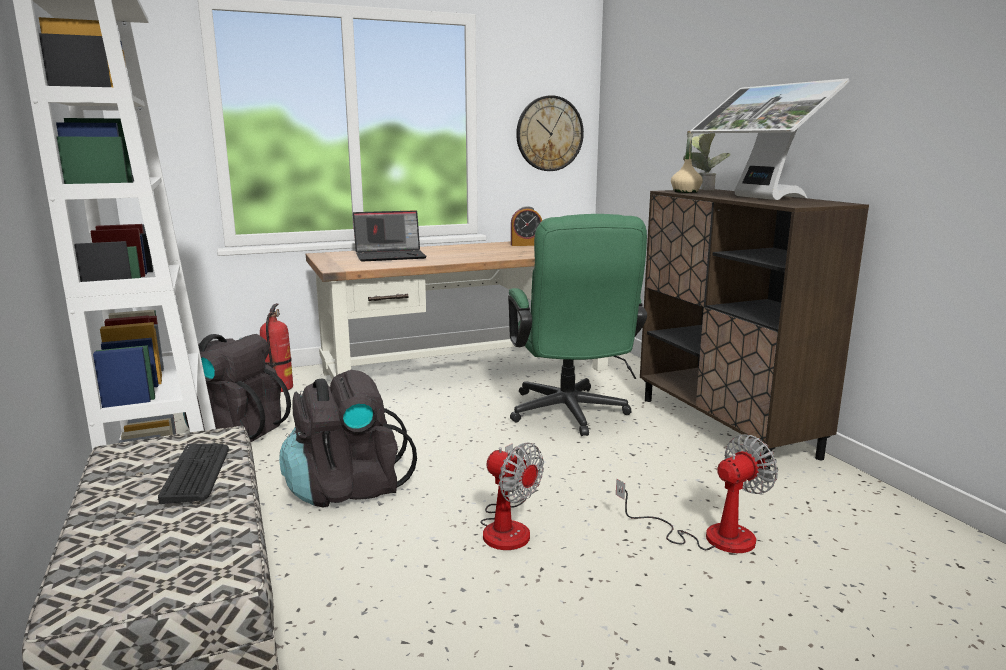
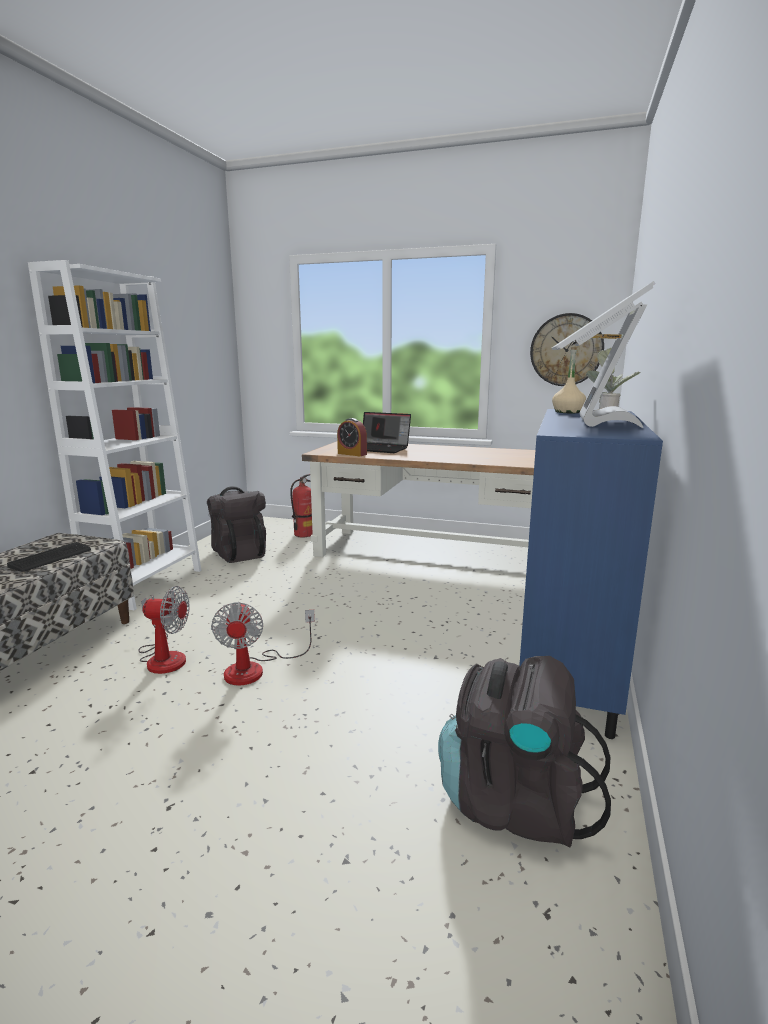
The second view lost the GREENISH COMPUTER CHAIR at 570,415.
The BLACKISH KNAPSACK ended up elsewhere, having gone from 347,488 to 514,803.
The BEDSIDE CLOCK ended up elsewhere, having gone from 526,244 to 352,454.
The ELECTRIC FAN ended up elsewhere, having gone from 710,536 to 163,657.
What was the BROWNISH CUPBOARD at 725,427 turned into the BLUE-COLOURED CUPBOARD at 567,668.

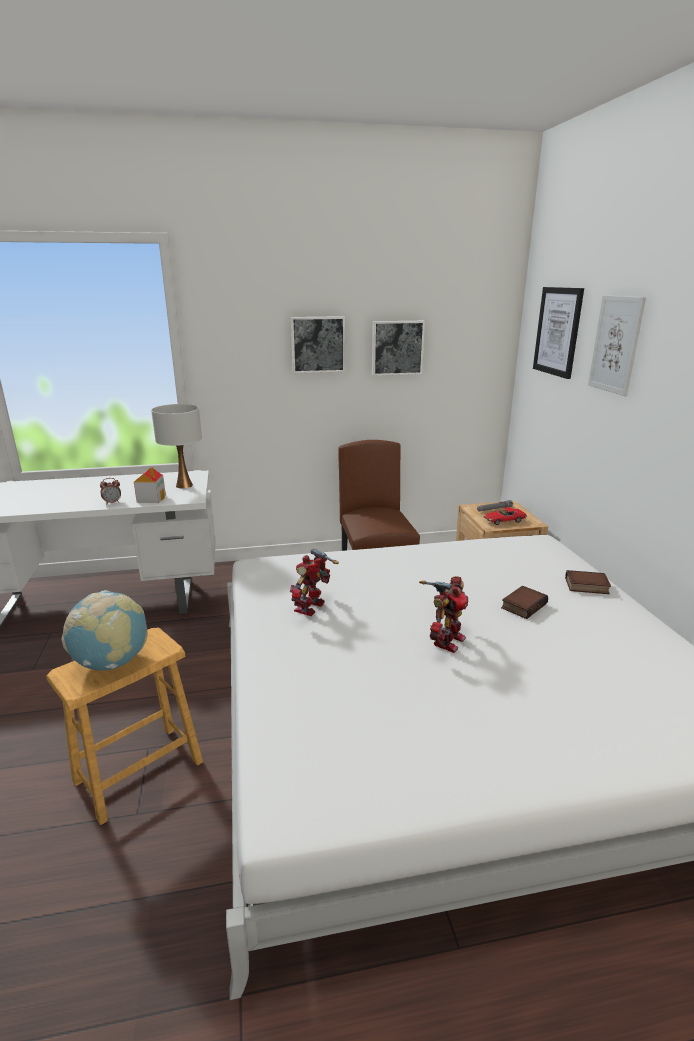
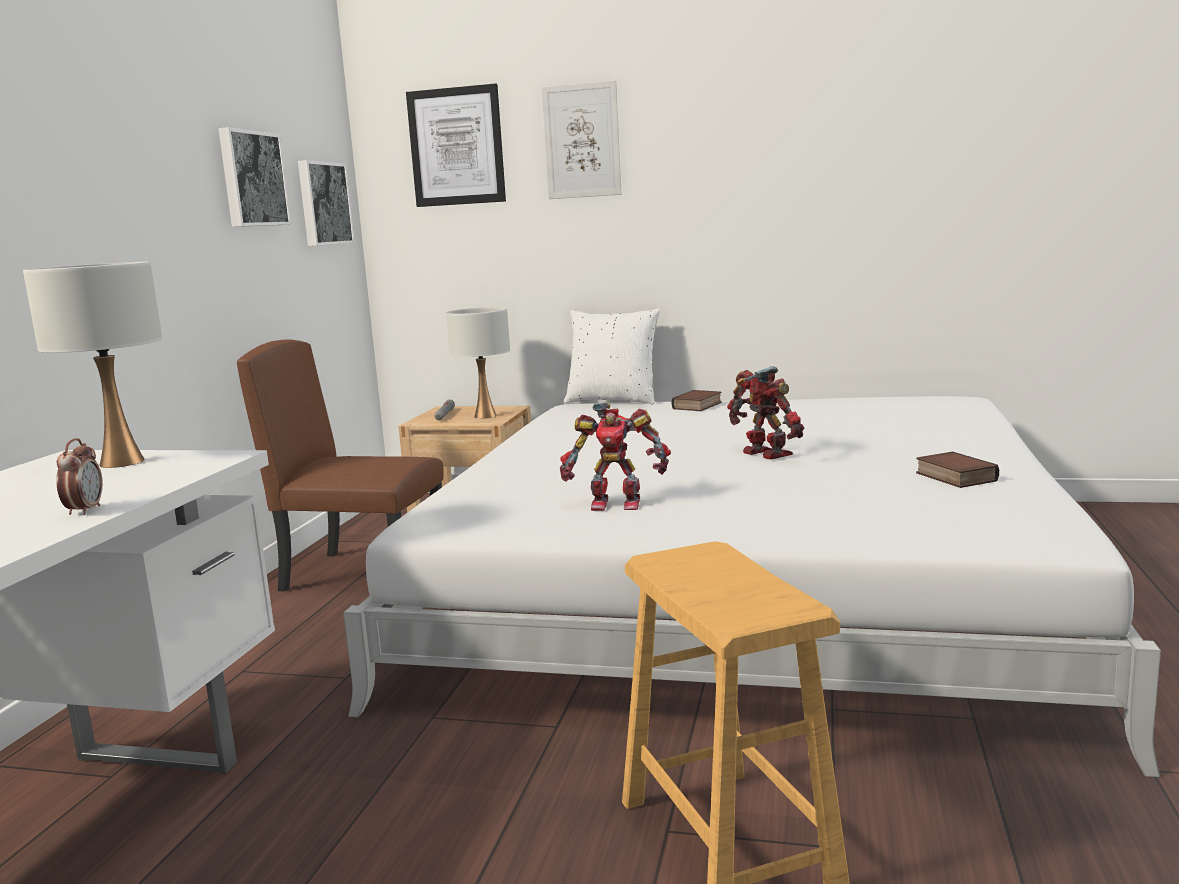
The second view lost the WORLD GLOBE at 112,662.
The second view lost the MINIATURE HOUSE at 151,498.
The second view gained the WHITE-COLOURED CUSHION at 613,400.
The WALL ART ended up elsewhere, having gone from 318,344 to 323,204.
The BOUND BOOK ended up elsewhere, having gone from 523,605 to 953,477.
Where the MINIATURE CAR stood at 504,521, the WHITE-COLOURED TABLETOP LAMP came to stand at 485,416.
The ROBOT FIGURE at 312,607 ended up facing another way, 45 degrees counterclockwise from before.

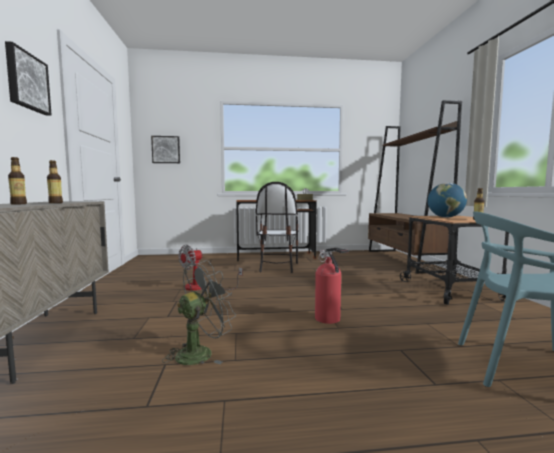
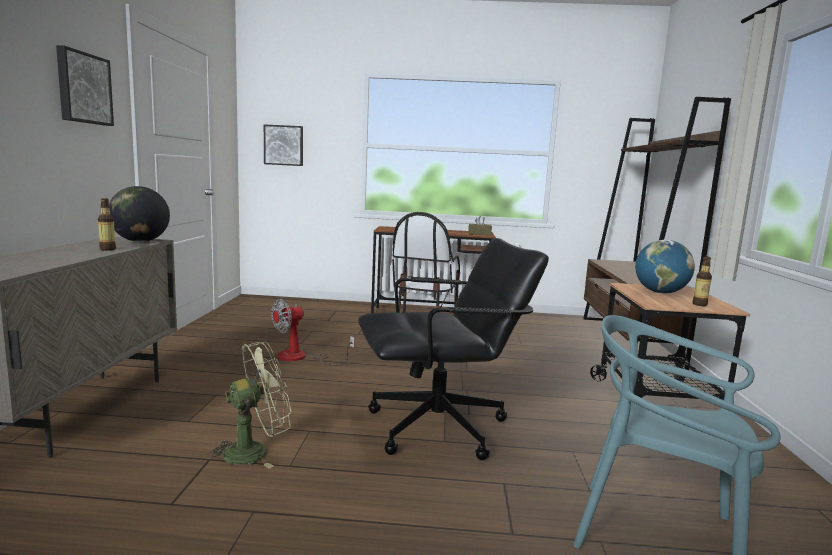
The second view lost the BEVERAGE BOTTLE at 19,204.
The second view gained the WORLD GLOBE at 140,241.
Where the FIRE-FIGHTING CYLINDER stood at 329,319, the BLACKISH COMPUTER CHAIR came to stand at 439,428.
What was the GRAY ELECTRIC FAN at 200,352 turned into the GREENISH ELECTRIC FAN at 255,451.

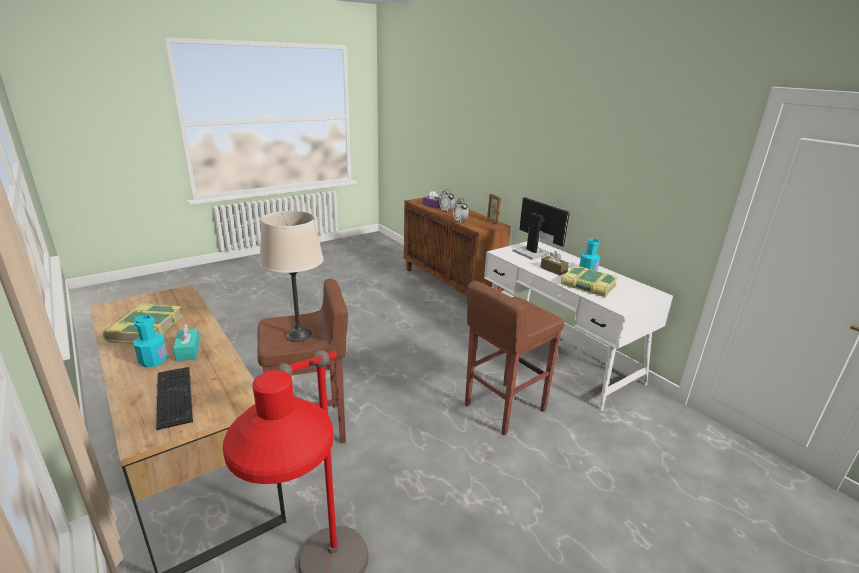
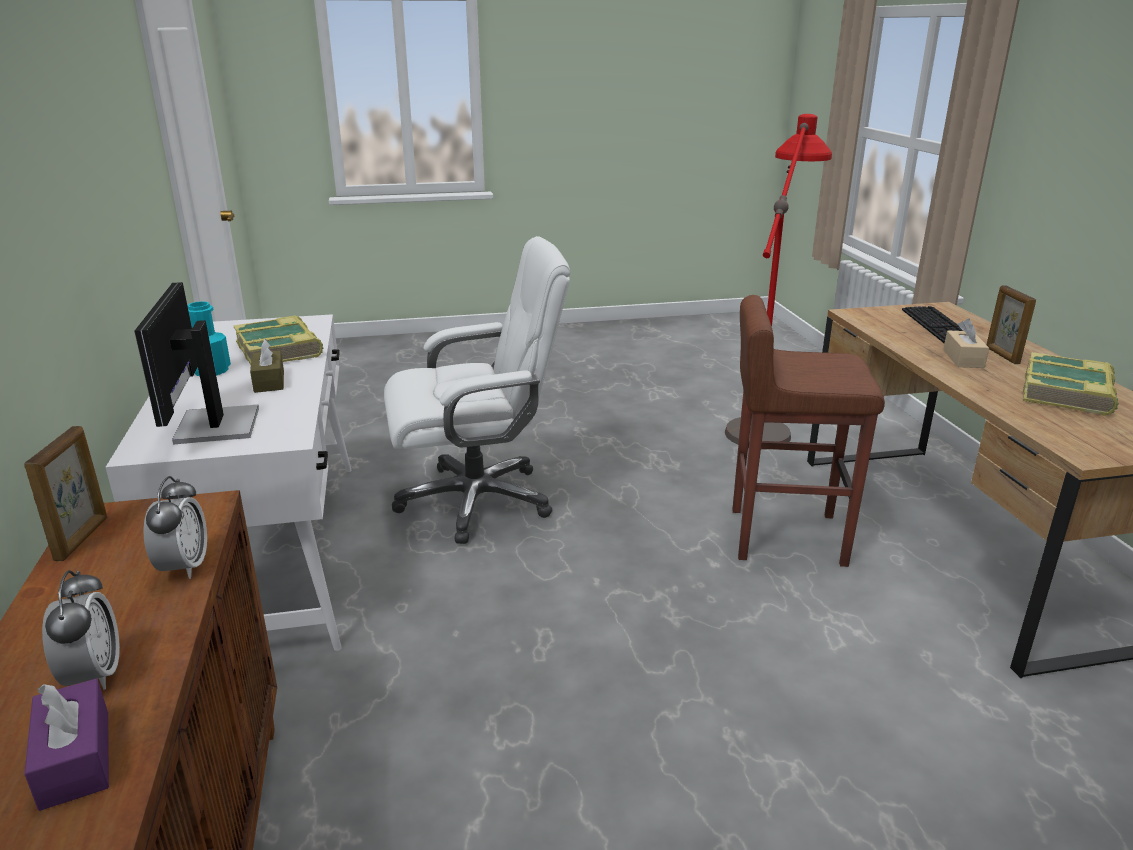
The second view lost the SAND-COLOURED TABLETOP LAMP at 298,335.
Where the TURQUOISE BEVERAGE BOTTLE stood at 153,360, the PICTURE FRAME came to stand at 1002,355.
Where the BROWNISH STOOL stood at 503,407, the WHITE-COLOURED COMPUTER CHAIR came to stand at 477,500.
What was the TURQUOISE BOX OF TISSUES at 188,351 turned into the SAND-COLOURED BOX OF TISSUES at 963,359.

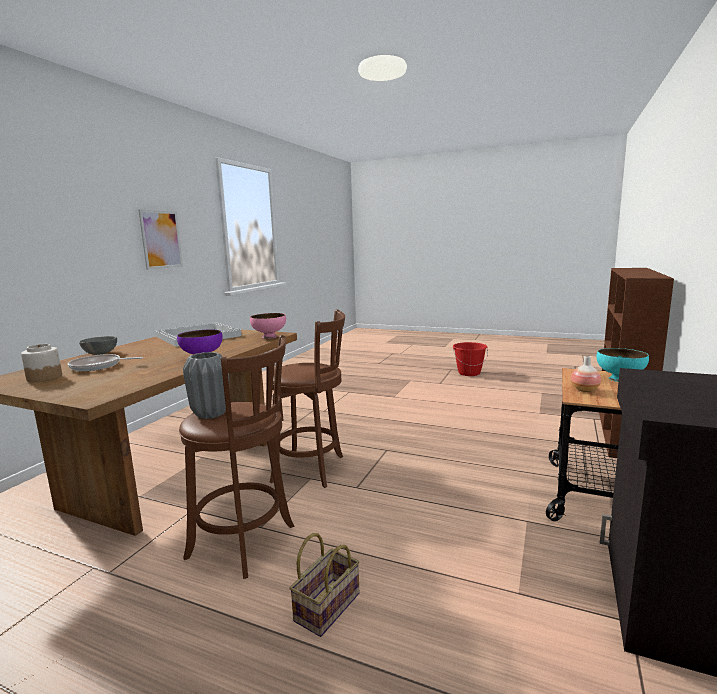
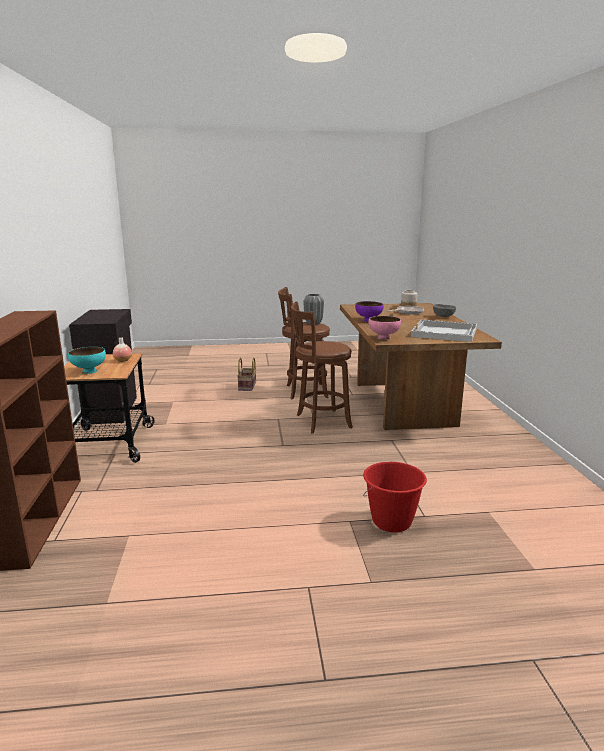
The second view lost the WALL ART at 161,239.
The REDDISH WATER BUCKET ended up elsewhere, having gone from 469,373 to 392,522.

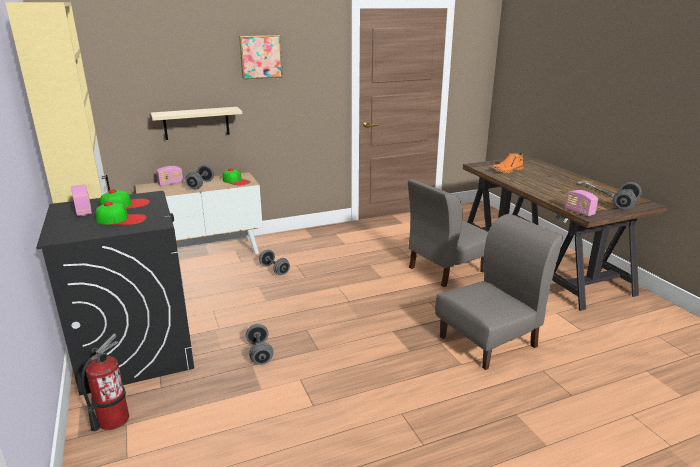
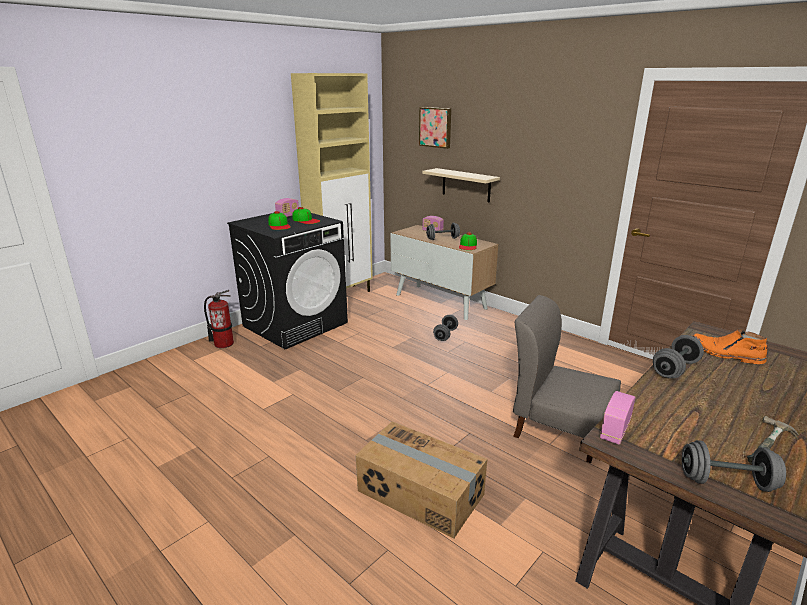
The WALL ART ended up elsewhere, having gone from 260,56 to 436,127.
The GRAY DUMBBELL ended up elsewhere, having gone from 260,353 to 675,369.
Where the GRAY UPRIGHT CHAIR stood at 489,341, the CARDBOARD BOX came to stand at 420,493.

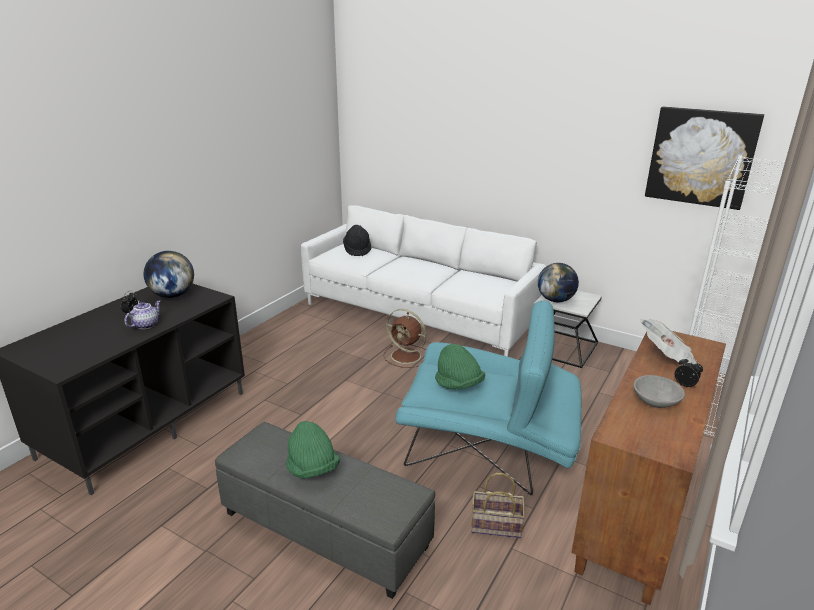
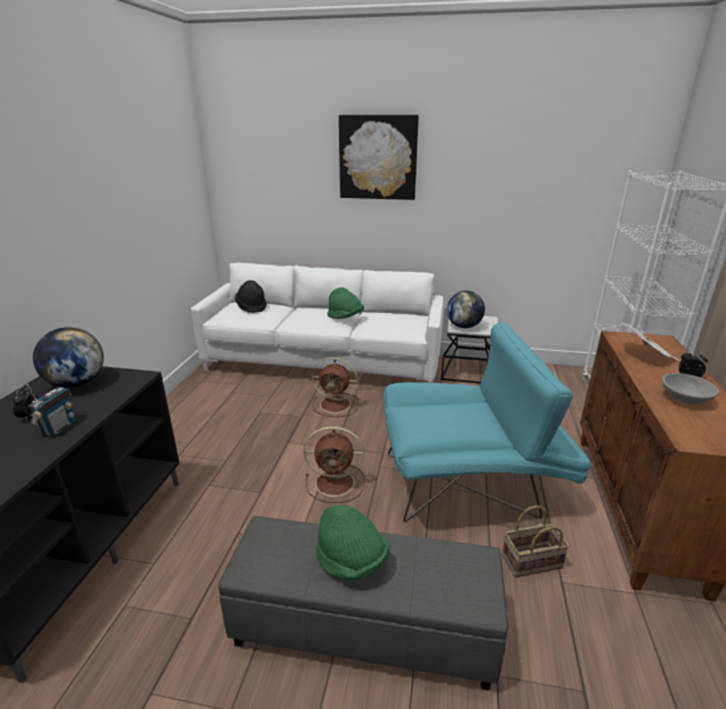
The second view gained the BROWNISH ELECTRIC FAN at 337,483.
The GREENISH WEARABLE HAT ended up elsewhere, having gone from 458,384 to 345,317.
The WALL ART ended up elsewhere, having gone from 701,157 to 378,157.
Where the TEAPOT stood at 146,325, the RADIO came to stand at 59,427.

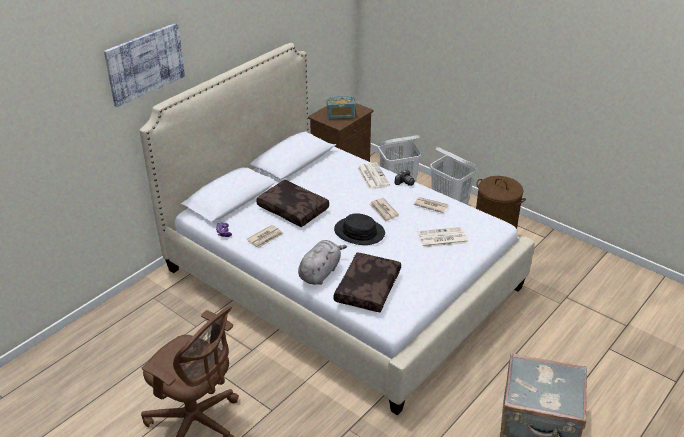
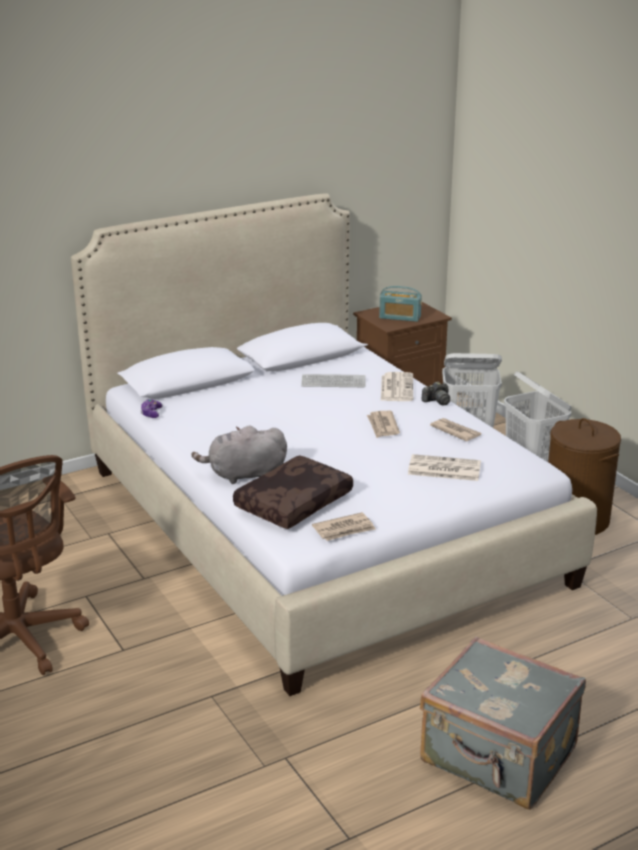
The second view lost the WALL ART at 145,63.
The second view lost the BROWNISH CUSHION at 294,209.
The second view lost the BLACKISH WEARABLE HAT at 359,232.
The second view gained the PC KEYBOARD at 333,382.
The PRINTED PAPER ended up elsewhere, having gone from 265,238 to 344,529.
The GRAY SOFT TOY at 320,272 ended up facing another way, 150 degrees counterclockwise from before.

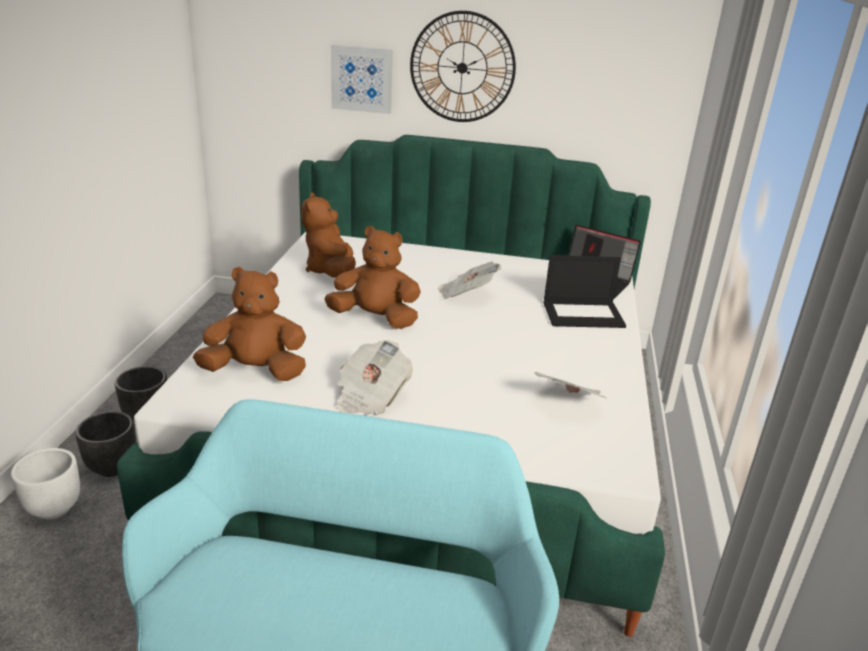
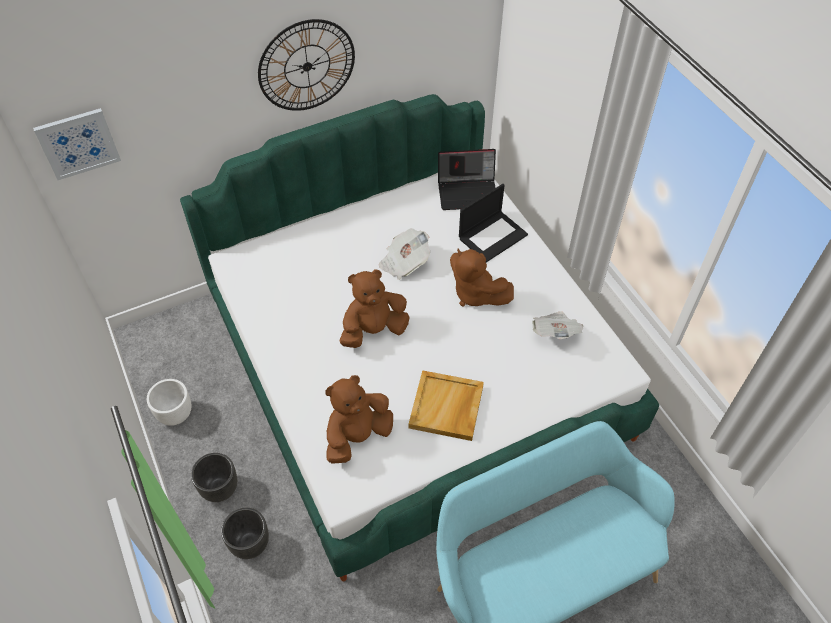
The WHITE-COLOURED PLANTER ended up elsewhere, having gone from 53,508 to 175,415.
The BROWNISH SOFT TOY ended up elsewhere, having gone from 331,271 to 475,293.
The WALL ART ended up elsewhere, having gone from 362,79 to 78,143.
Where the PRINTED PAPER stood at 370,396, the SAND-COLOURED SERVING TRAY came to stand at 447,407.

